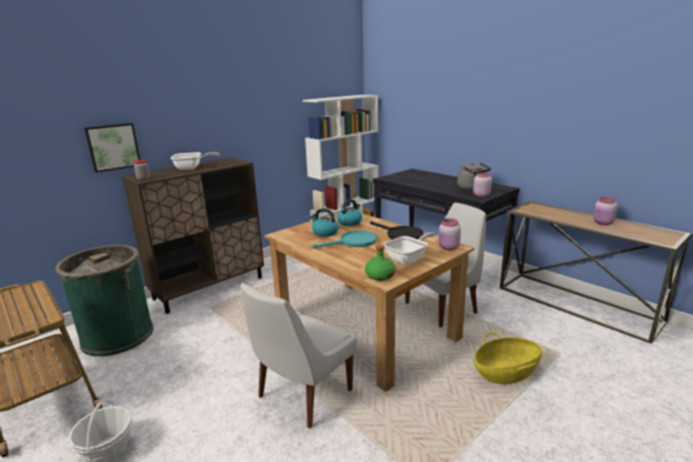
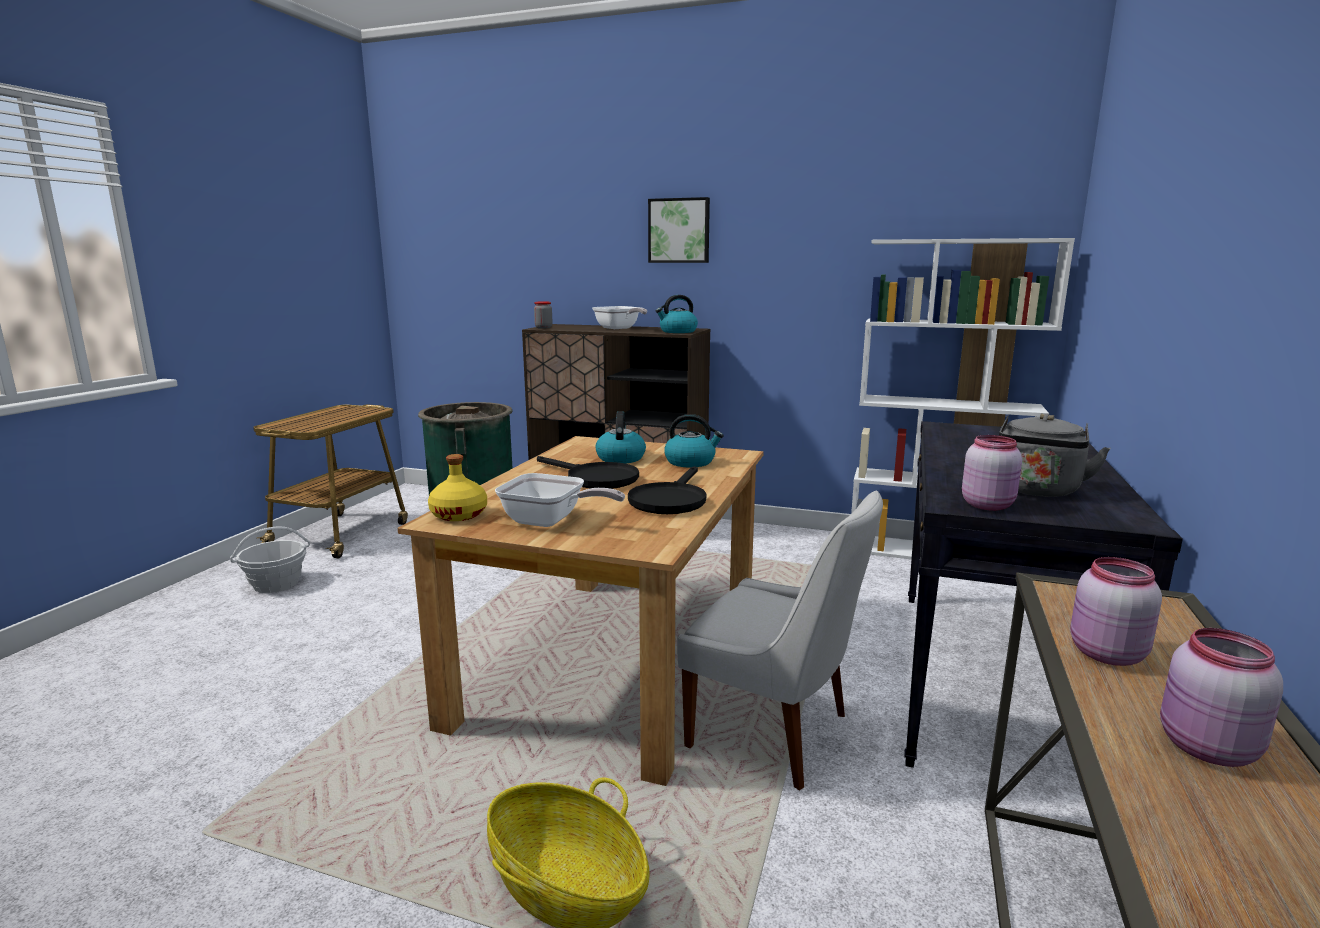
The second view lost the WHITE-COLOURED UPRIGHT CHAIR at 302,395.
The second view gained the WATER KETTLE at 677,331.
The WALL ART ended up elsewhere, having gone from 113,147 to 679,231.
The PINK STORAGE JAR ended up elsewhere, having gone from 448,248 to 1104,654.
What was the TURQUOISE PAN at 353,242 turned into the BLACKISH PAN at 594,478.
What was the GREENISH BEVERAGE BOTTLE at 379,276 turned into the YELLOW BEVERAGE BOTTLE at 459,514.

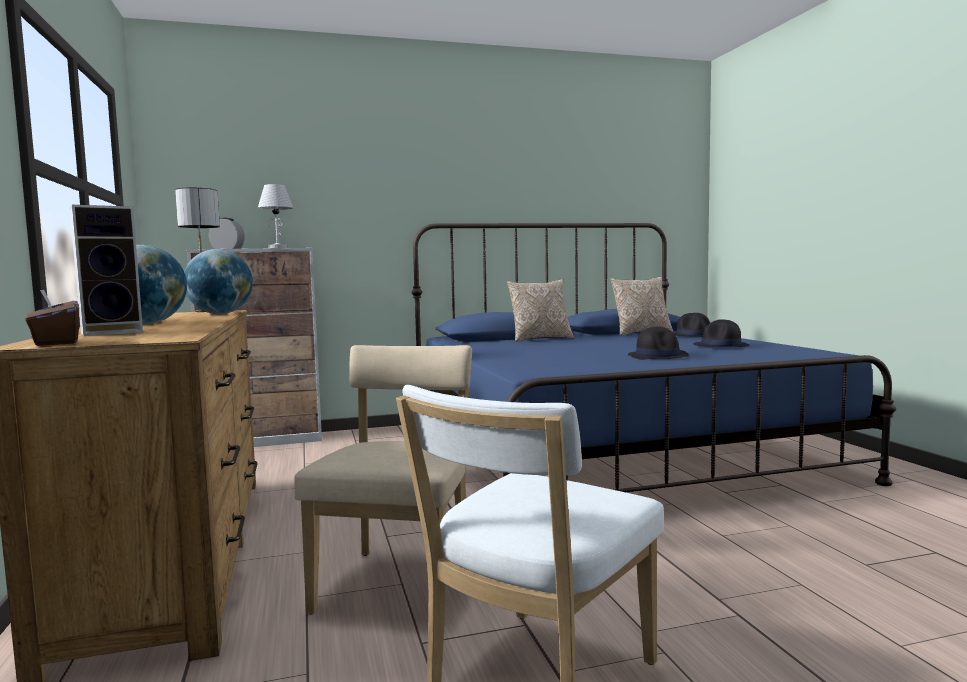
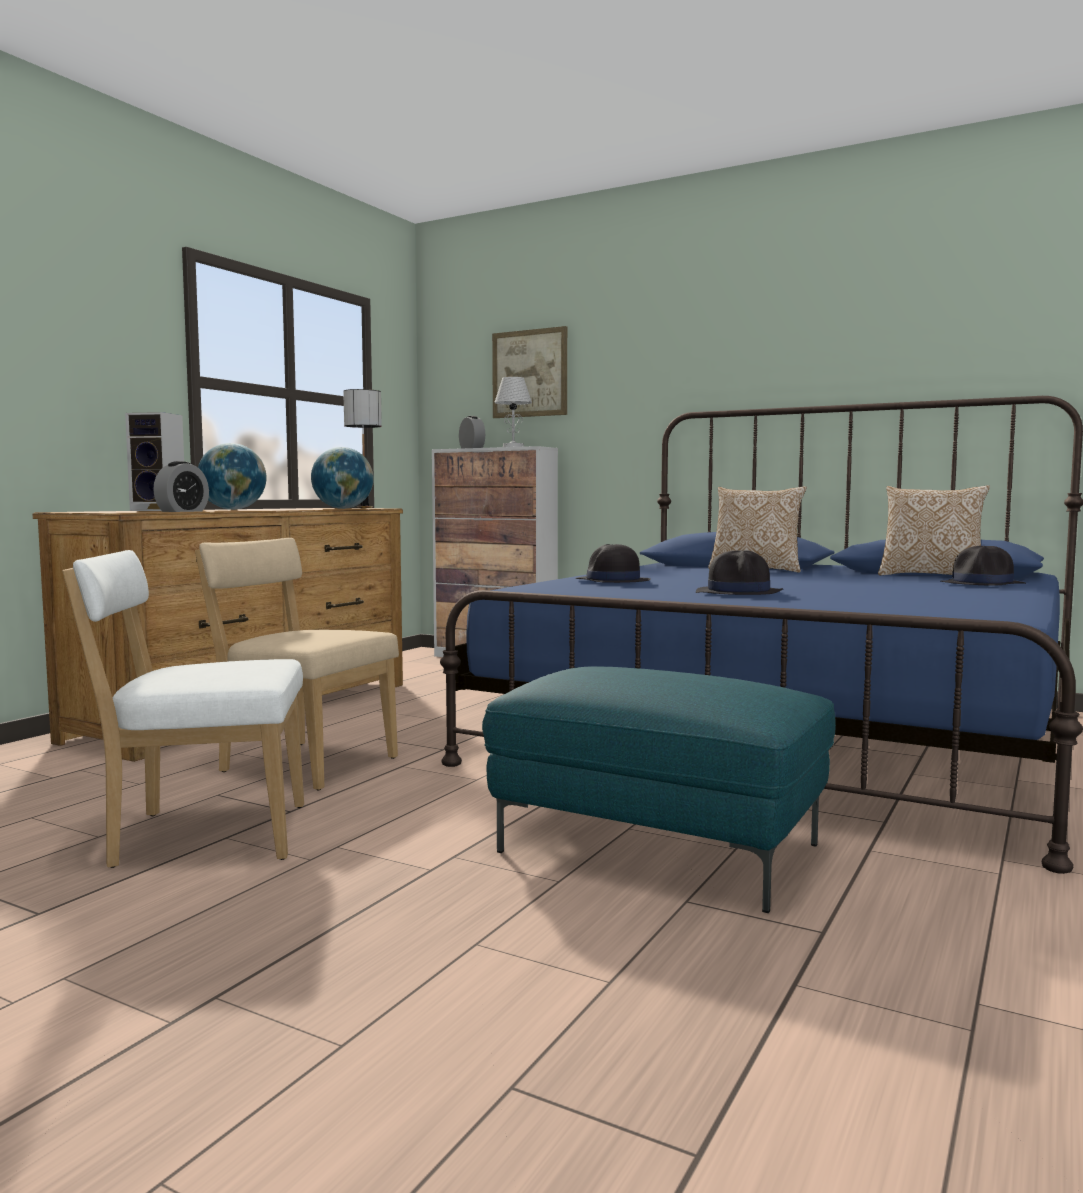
The second view lost the BROWNISH BOX OF TISSUES at 55,343.
The second view gained the BEDSIDE CLOCK at 182,511.
The second view gained the TURQUOISE OTTOMAN at 660,847.
The second view gained the WALL ART at 529,373.
The BLACKISH WEARABLE HAT ended up elsewhere, having gone from 721,346 to 612,581.
The SAND-COLOURED UPRIGHT CHAIR at 399,581 ended up facing another way, 120 degrees counterclockwise from before.

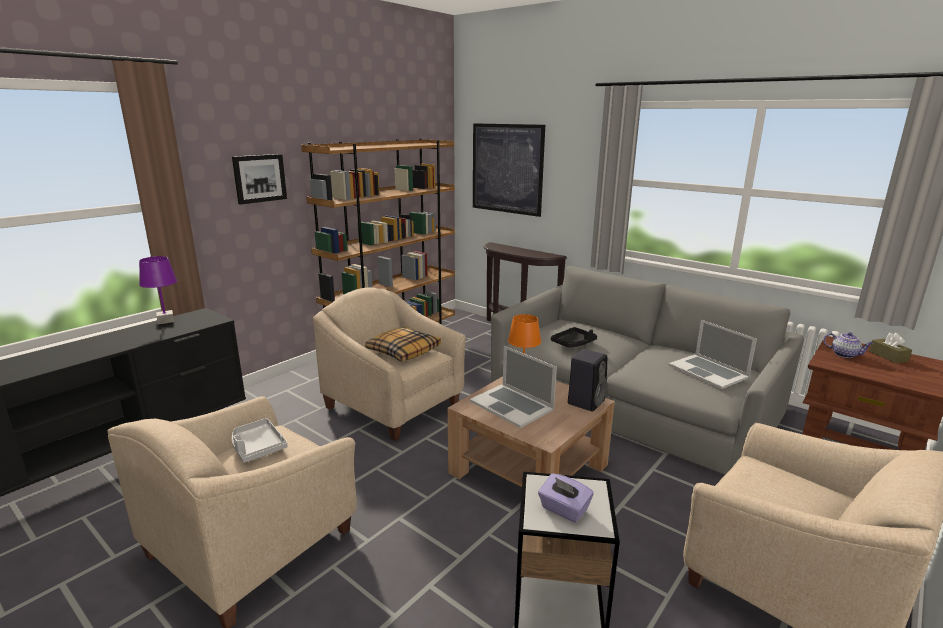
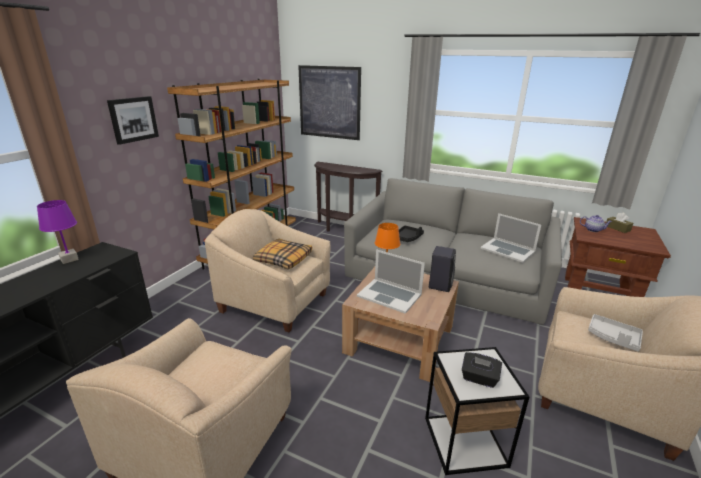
The GRAY SERVING TRAY ended up elsewhere, having gone from 257,447 to 613,337.
What was the PURPLISH BOX OF TISSUES at 563,509 turned into the BLACKISH BOX OF TISSUES at 479,378.

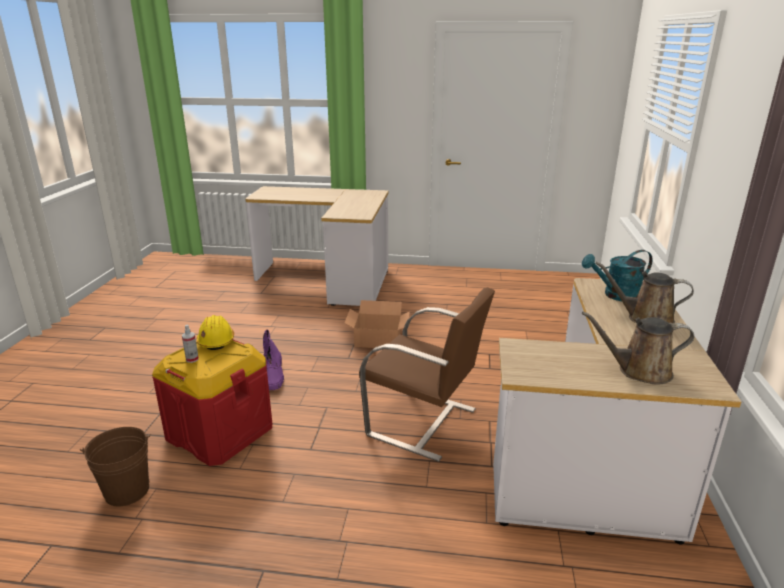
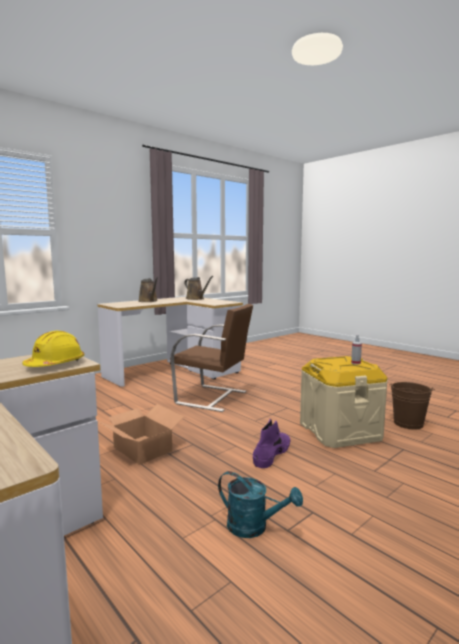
The YELLOW HARD HAT ended up elsewhere, having gone from 216,341 to 55,364.
The TURQUOISE SPRINKLING CAN ended up elsewhere, having gone from 616,295 to 254,527.
What was the REDDISH STORAGE CONTAINER at 220,432 turned into the SAND-COLOURED STORAGE CONTAINER at 340,431.
The BROWNISH UPRIGHT CHAIR at 424,423 ended up facing another way, 135 degrees clockwise from before.

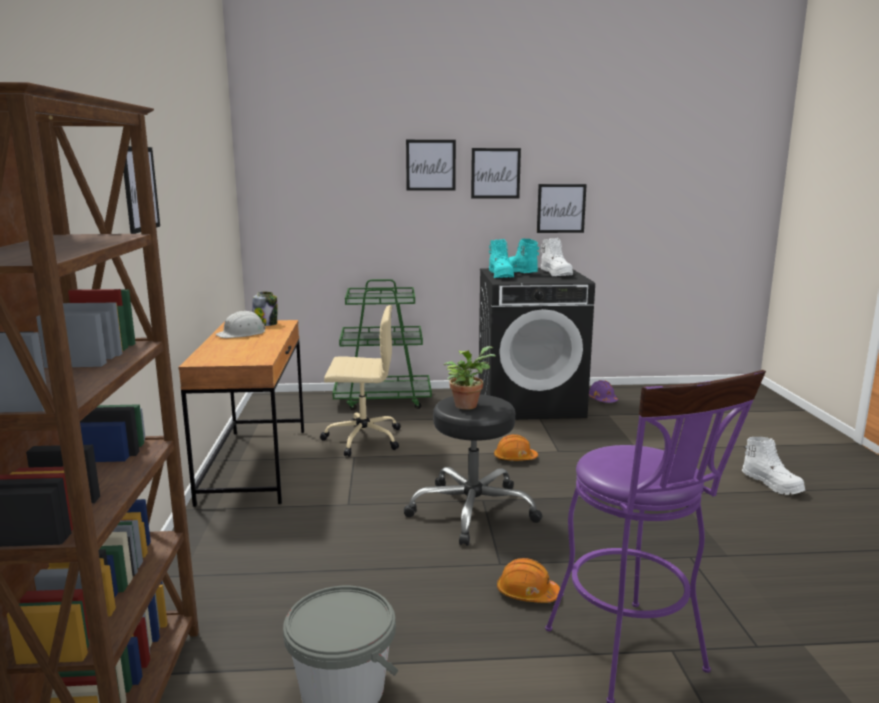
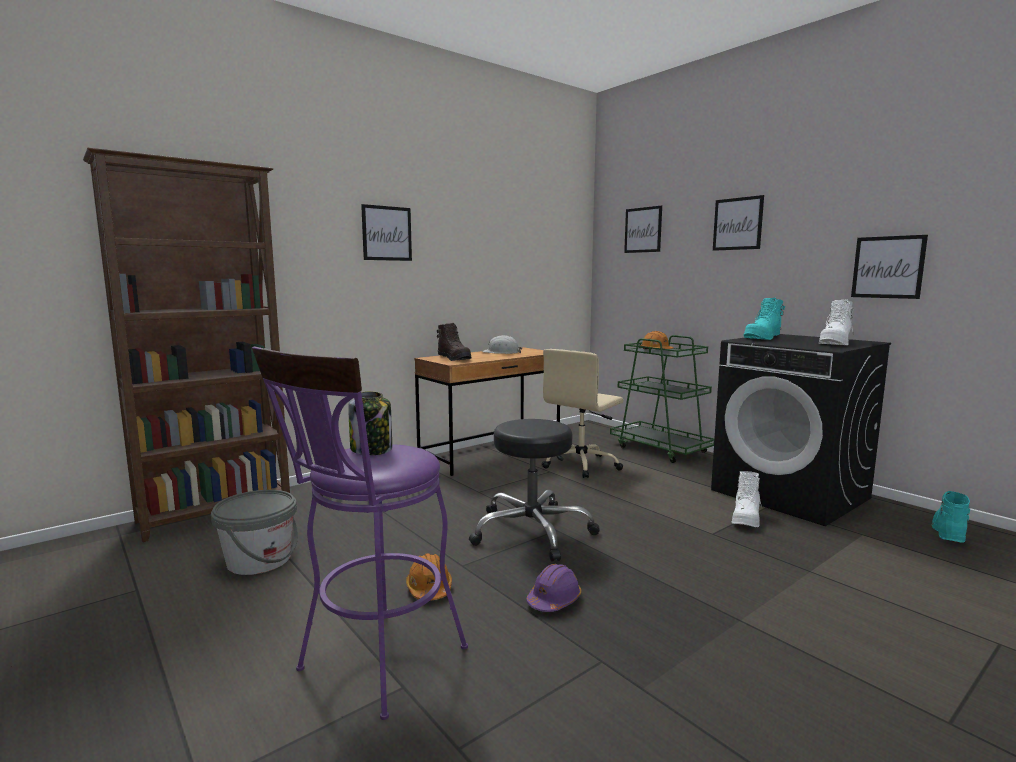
The second view lost the PLANT IN A POT at 467,405.
The second view gained the BROWNISH TALL BOOT at 454,358.
The STORAGE JAR ended up elsewhere, having gone from 265,324 to 372,449.
The WALL ART ended up elsewhere, having gone from 495,173 to 643,230.
The ORANGEY HARD HAT ended up elsewhere, having gone from 515,458 to 656,350.
The TURQUOISE TALL BOOT ended up elsewhere, having gone from 520,272 to 948,533.
The PURPLISH HARD HAT ended up elsewhere, having gone from 602,400 to 554,600.
The WHITE-COLOURED TALL BOOT ended up elsewhere, having gone from 772,484 to 746,518.
The SAND-COLOURED COMPUTER CHAIR at 362,439 ended up facing another way, 75 degrees clockwise from before.

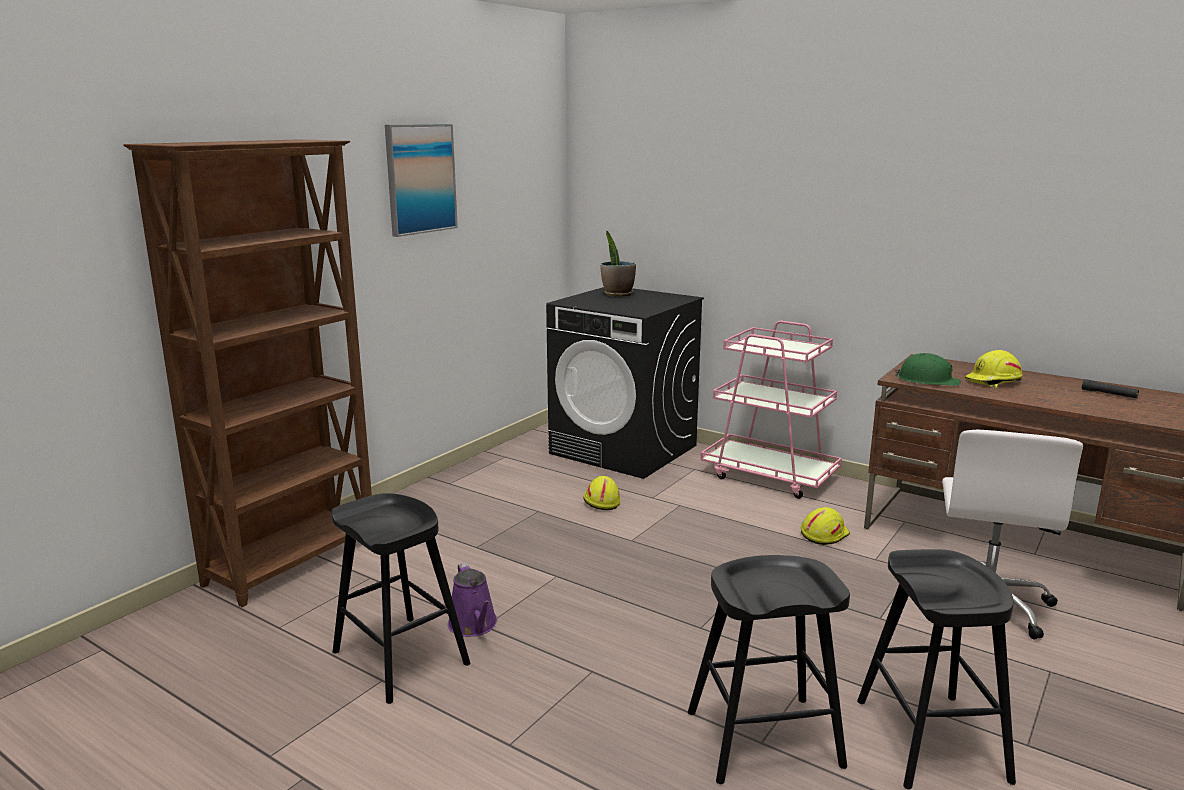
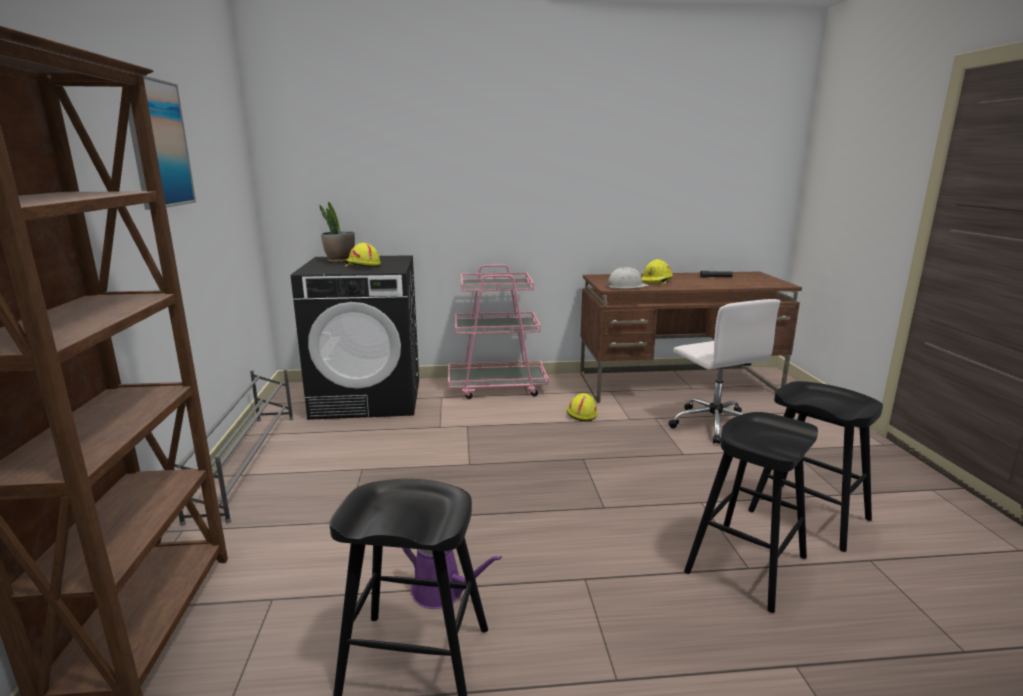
The second view gained the GRAY SHOE RACK at 247,462.
The YELLOW HARD HAT ended up elsewhere, having gone from 601,501 to 362,266.
What was the GREENISH HARD HAT at 927,380 turned into the WHITE-COLOURED HARD HAT at 626,286.

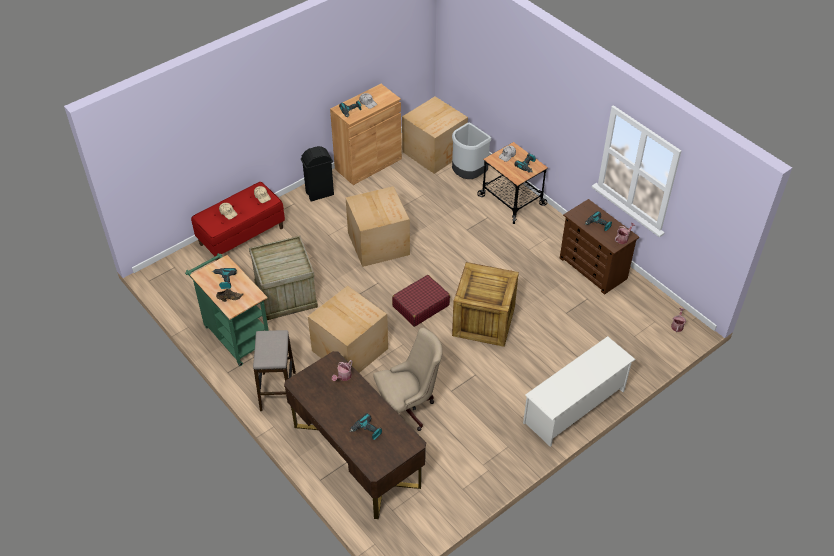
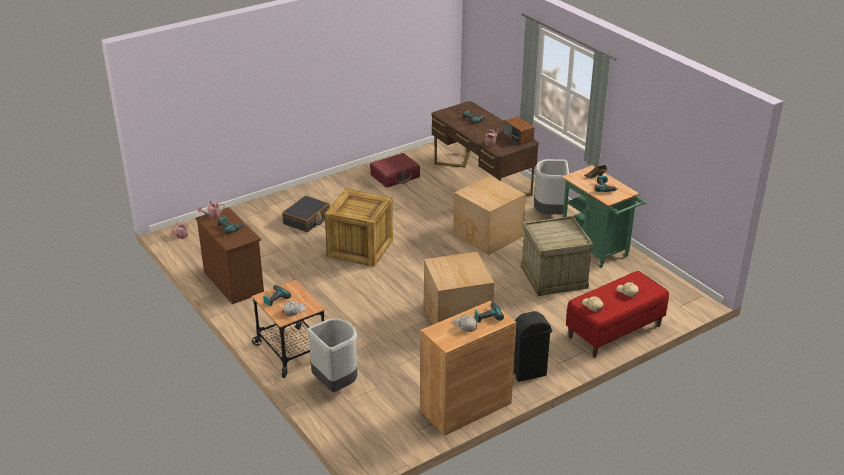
The second view lost the SAND-COLOURED COMPUTER CHAIR at 408,408.
The second view lost the CARDBOARD BOX at 435,152.
The second view lost the WHITE-COLOURED SHOE RACK at 574,407.
The second view gained the BLACKISH TRAVEL CASE at 307,220.
The second view gained the RADIO at 518,137.
The REDDISH TRAVEL CASE ended up elsewhere, having gone from 420,306 to 395,176.
Where the STOOL stood at 277,391, the GRAY RUBBISH BIN came to stand at 549,214.

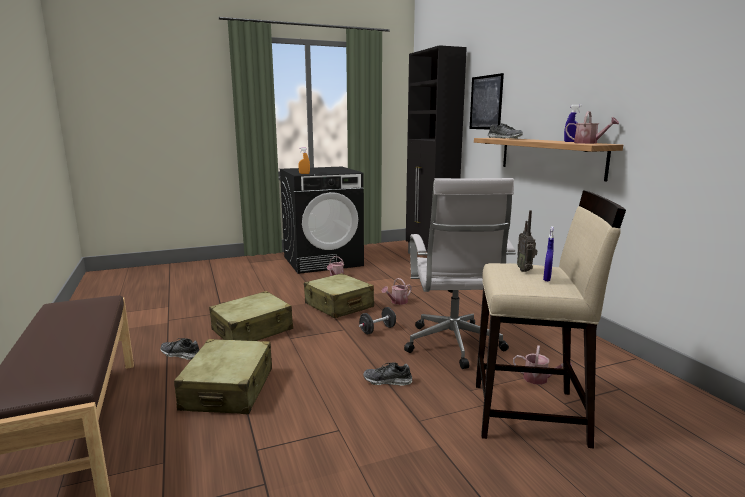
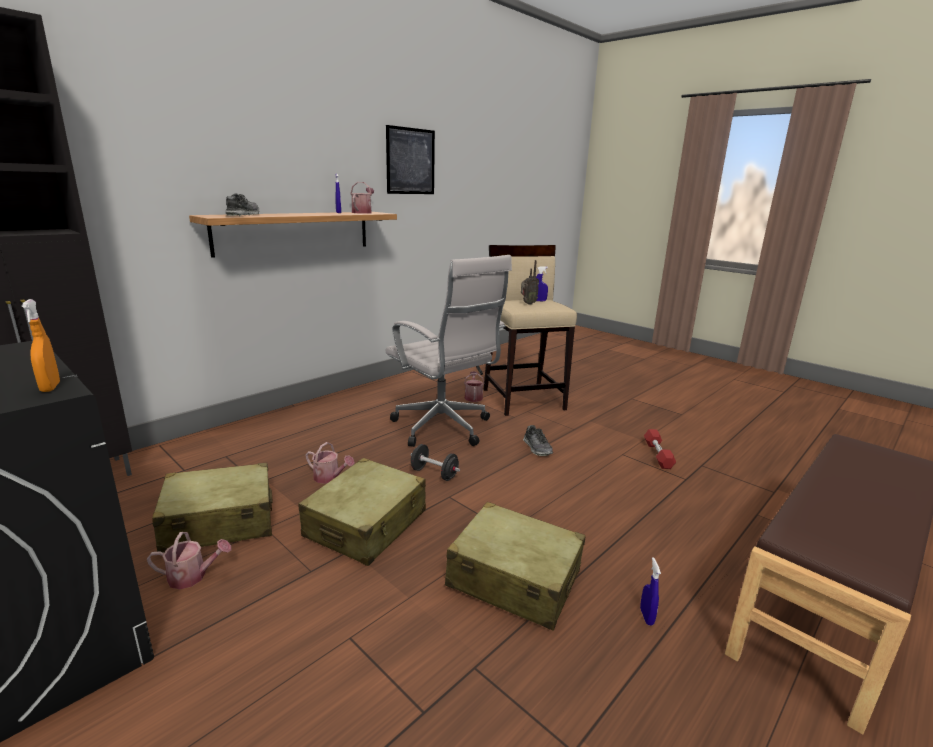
The second view gained the REDDISH DUMBBELL at 658,455.
The SAND-COLOURED TRAVEL CASE ended up elsewhere, having gone from 228,389 to 219,522.
The WALL ART ended up elsewhere, having gone from 486,102 to 410,161.
Where the LOW SHOE stood at 181,355, the BLUE-COLOURED SPRAYER came to stand at 646,617.
The WHITE-COLOURED COMPUTER CHAIR at 454,347 ended up facing another way, 75 degrees clockwise from before.

